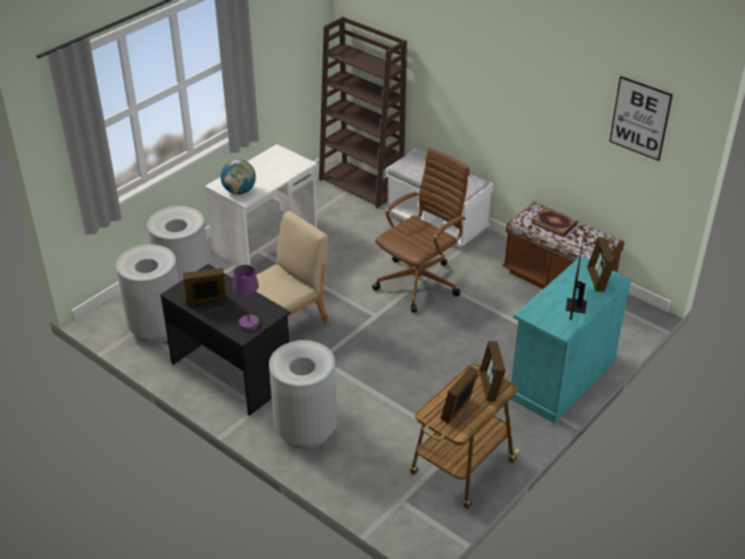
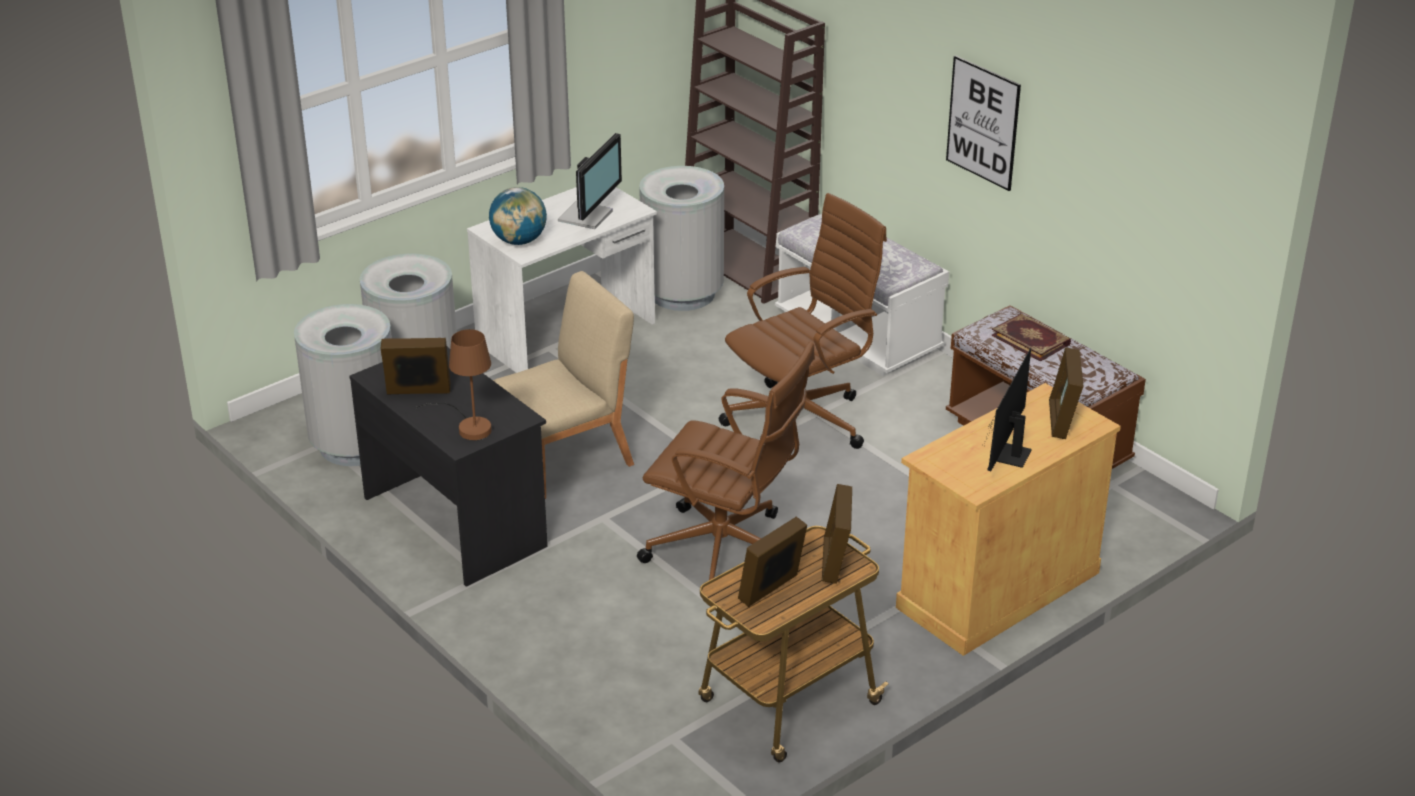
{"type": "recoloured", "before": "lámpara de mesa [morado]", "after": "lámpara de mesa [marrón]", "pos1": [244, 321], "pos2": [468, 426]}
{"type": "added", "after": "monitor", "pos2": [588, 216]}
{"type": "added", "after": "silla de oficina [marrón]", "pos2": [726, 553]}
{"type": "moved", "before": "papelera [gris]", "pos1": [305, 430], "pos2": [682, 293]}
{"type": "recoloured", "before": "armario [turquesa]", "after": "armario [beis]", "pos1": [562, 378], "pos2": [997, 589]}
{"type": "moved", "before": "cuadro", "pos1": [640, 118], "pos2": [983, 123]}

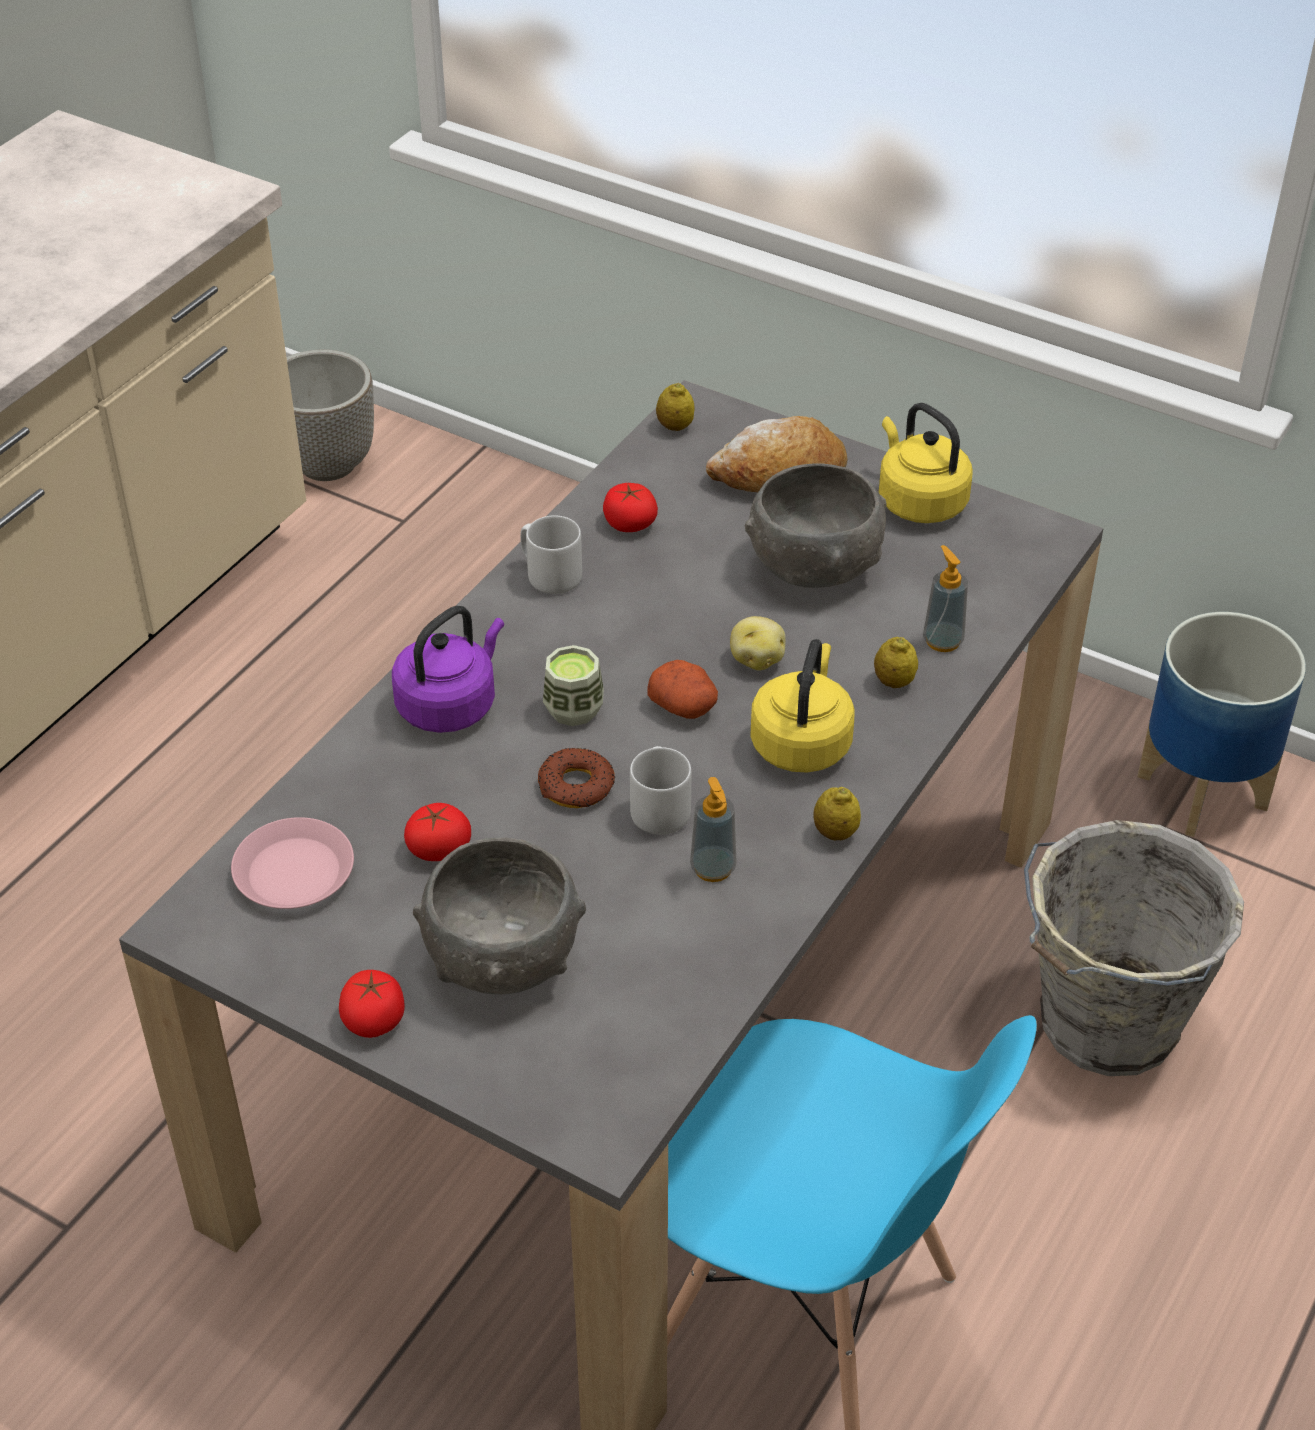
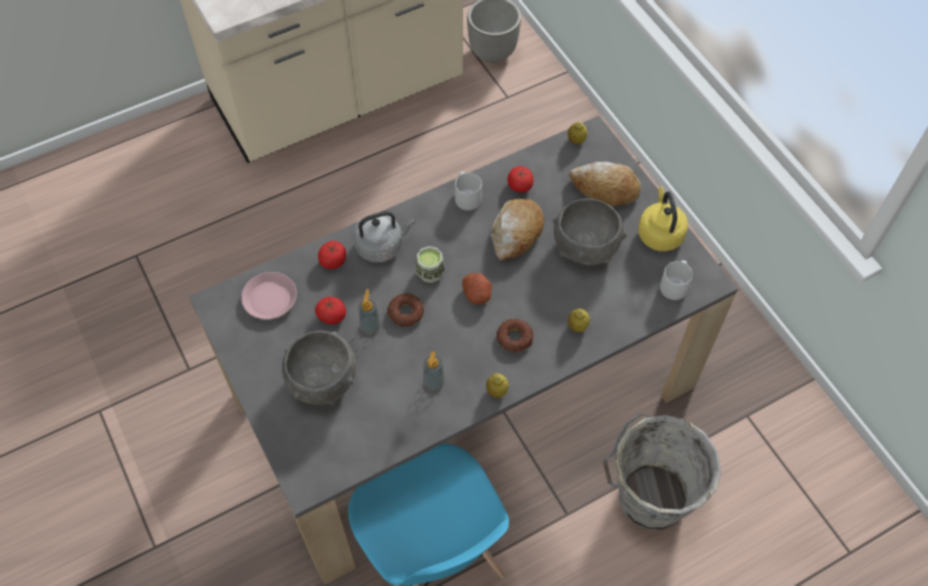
{"type": "moved", "before": "tomate", "pos1": [374, 1019], "pos2": [333, 260]}
{"type": "recoloured", "before": "hervidor [morado]", "after": "hervidor [gris]", "pos1": [450, 704], "pos2": [382, 246]}
{"type": "moved", "before": "dispensador de jabón", "pos1": [942, 640], "pos2": [370, 326]}
{"type": "added", "after": "pan", "pos2": [516, 234]}
{"type": "replaced", "before": "hervidor [amarillo]", "after": "rosquilla", "pos1": [802, 742], "pos2": [515, 338]}
{"type": "moved", "before": "taza grande [gris]", "pos1": [660, 808], "pos2": [674, 285]}
{"type": "removed", "before": "patata", "pos1": [757, 659]}
{"type": "removed", "before": "maceta", "pos1": [1200, 790]}

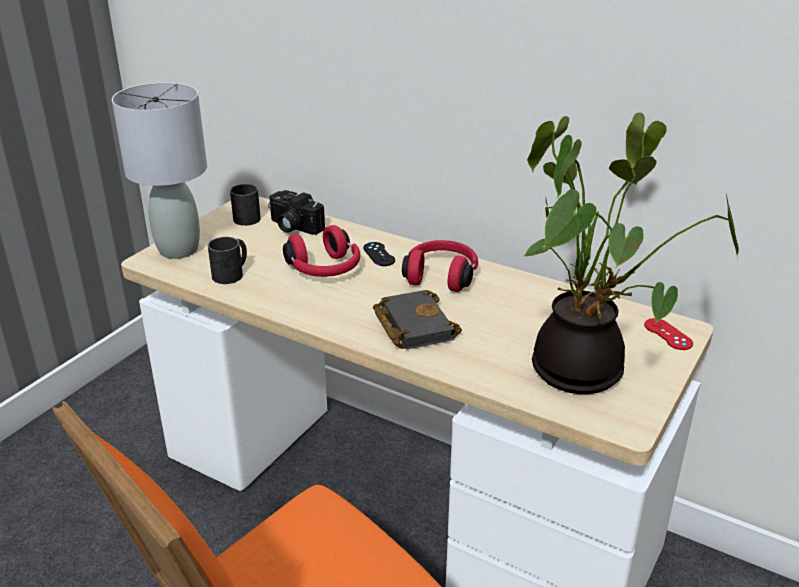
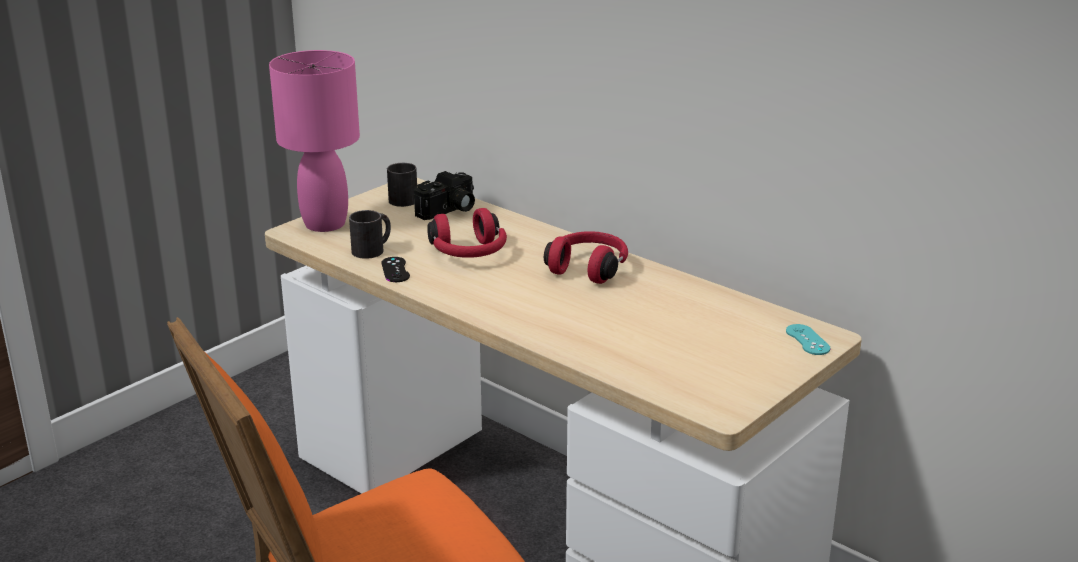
{"type": "recoloured", "before": "lámpara de mesa [gris]", "after": "lámpara de mesa [rosa]", "pos1": [177, 250], "pos2": [324, 224]}
{"type": "moved", "before": "mando de consola [negro]", "pos1": [379, 254], "pos2": [395, 270]}
{"type": "turned", "before": "cámara", "pos1": [292, 226], "pos2": [449, 211], "turn": -90}
{"type": "recoloured", "before": "mando de consola [rojo]", "after": "mando de consola [turquesa]", "pos1": [668, 334], "pos2": [807, 340]}
{"type": "removed", "before": "libro [negro]", "pos1": [412, 325]}
{"type": "removed", "before": "planta en maceta", "pos1": [585, 370]}

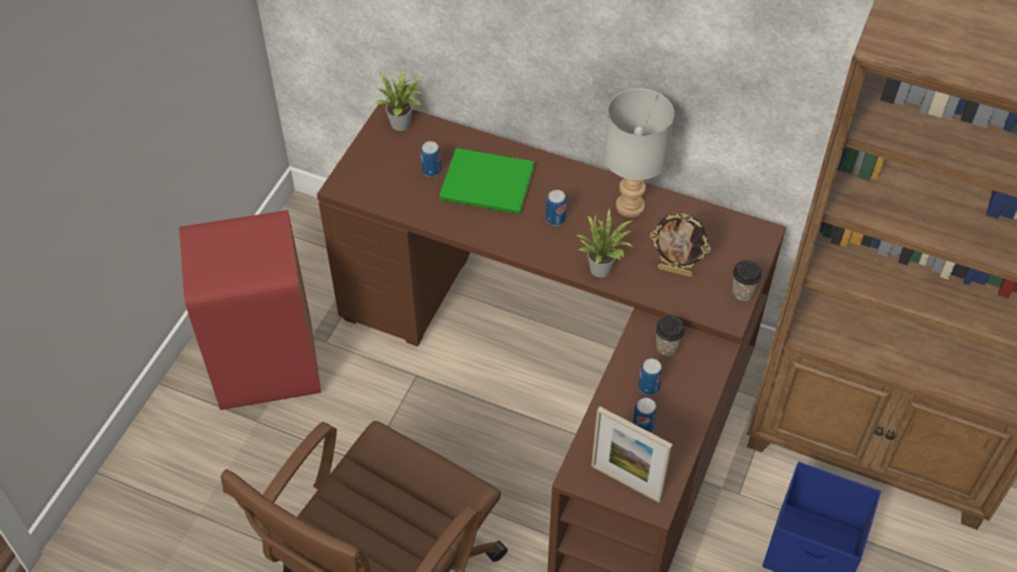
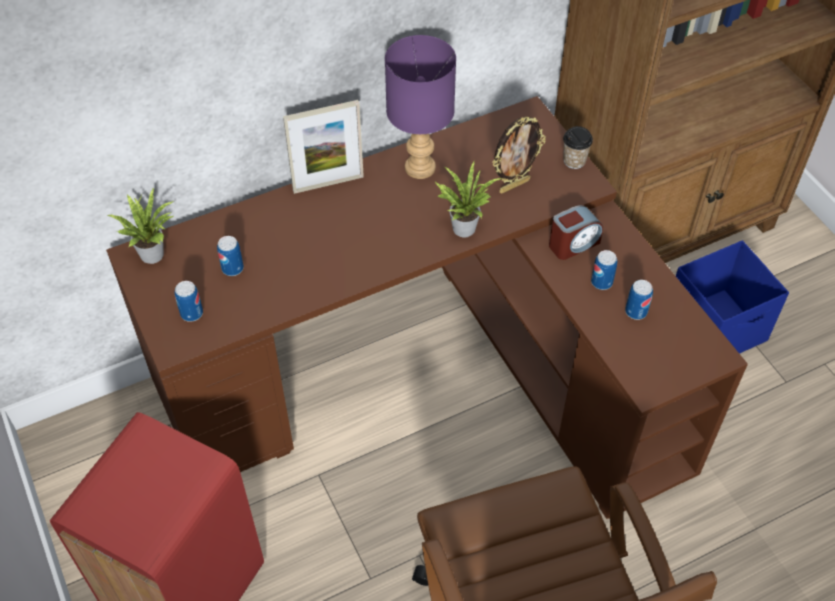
{"type": "moved", "before": "lata", "pos1": [555, 219], "pos2": [192, 313]}
{"type": "moved", "before": "portarretratos", "pos1": [626, 482], "pos2": [328, 183]}
{"type": "recoloured", "before": "lámpara de mesa [gris]", "after": "lámpara de mesa [morado]", "pos1": [629, 205], "pos2": [418, 167]}
{"type": "replaced", "before": "taza", "after": "despertador", "pos1": [667, 346], "pos2": [573, 244]}
{"type": "removed", "before": "libro [verde]", "pos1": [489, 186]}

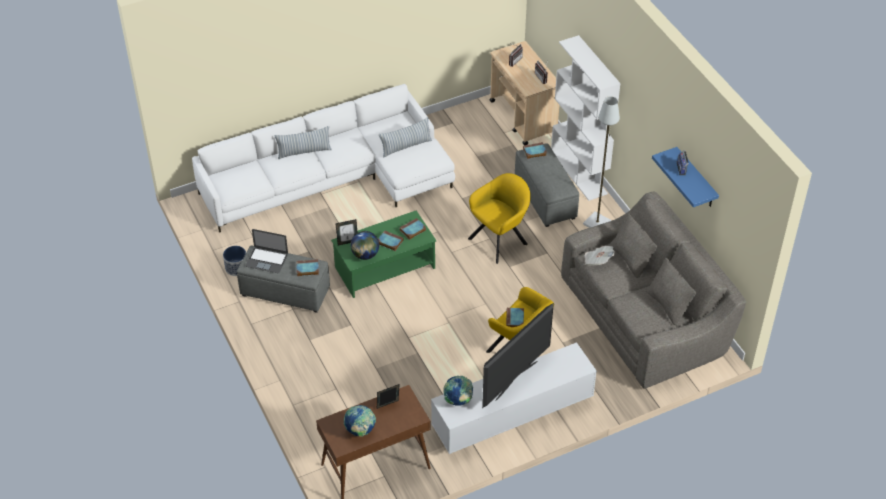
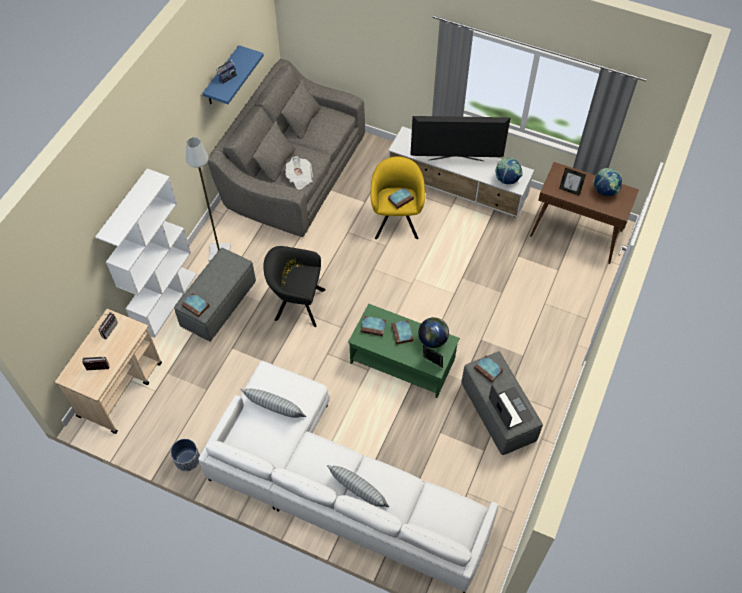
{"type": "moved", "before": "maceta", "pos1": [236, 267], "pos2": [187, 460]}
{"type": "recoloured", "before": "sillón [amarillo]", "after": "sillón [negro]", "pos1": [500, 240], "pos2": [296, 304]}

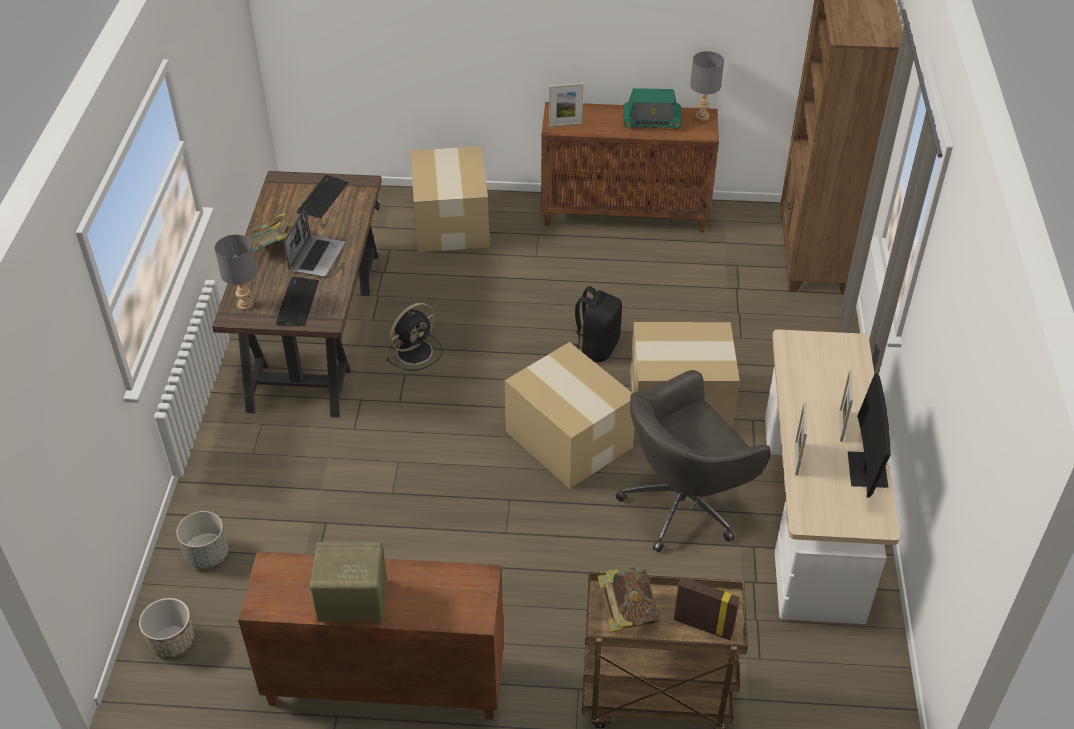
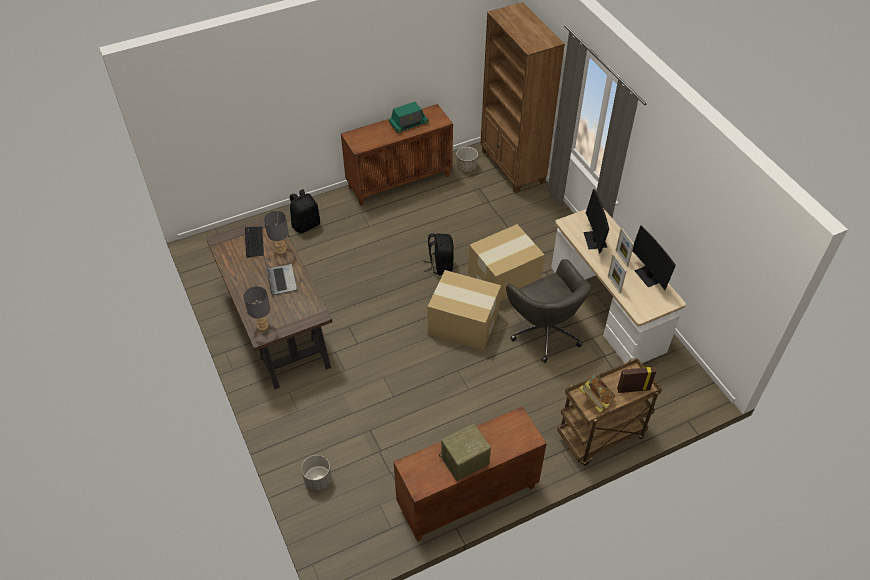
{"type": "moved", "before": "lámpara de mesa [gris]", "pos1": [701, 117], "pos2": [281, 251]}
{"type": "replaced", "before": "caja de cartón", "after": "mochila [negro]", "pos1": [451, 222], "pos2": [306, 224]}
{"type": "moved", "before": "maceta", "pos1": [172, 641], "pos2": [466, 167]}
{"type": "turned", "before": "silla de oficina [gris]", "pos1": [684, 504], "pos2": [544, 331], "turn": -60}
{"type": "added", "after": "monitor", "pos2": [595, 240]}
{"type": "removed", "before": "libro", "pos1": [272, 247]}
{"type": "removed", "before": "teclado", "pos1": [297, 302]}
{"type": "removed", "before": "ventilador [negro]", "pos1": [416, 351]}
{"type": "removed", "before": "portarretratos", "pos1": [565, 124]}

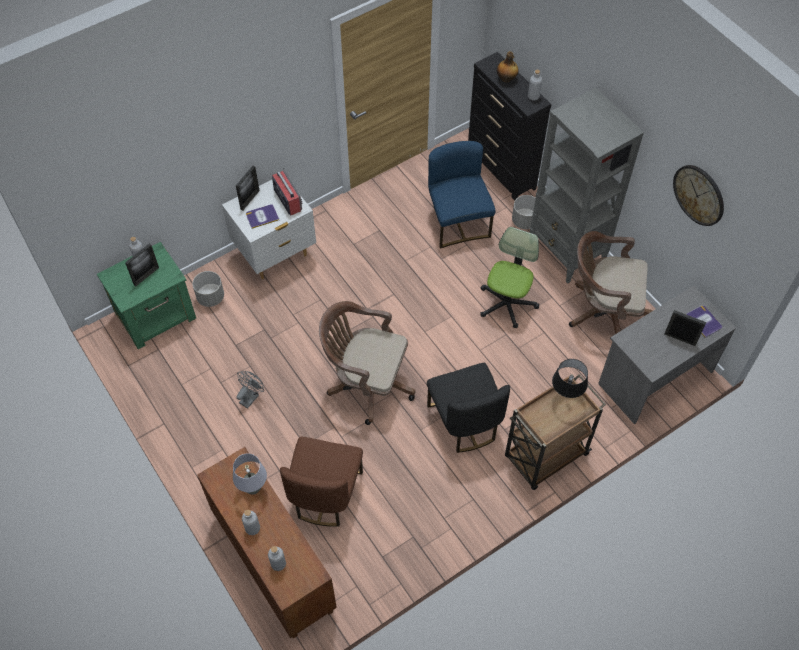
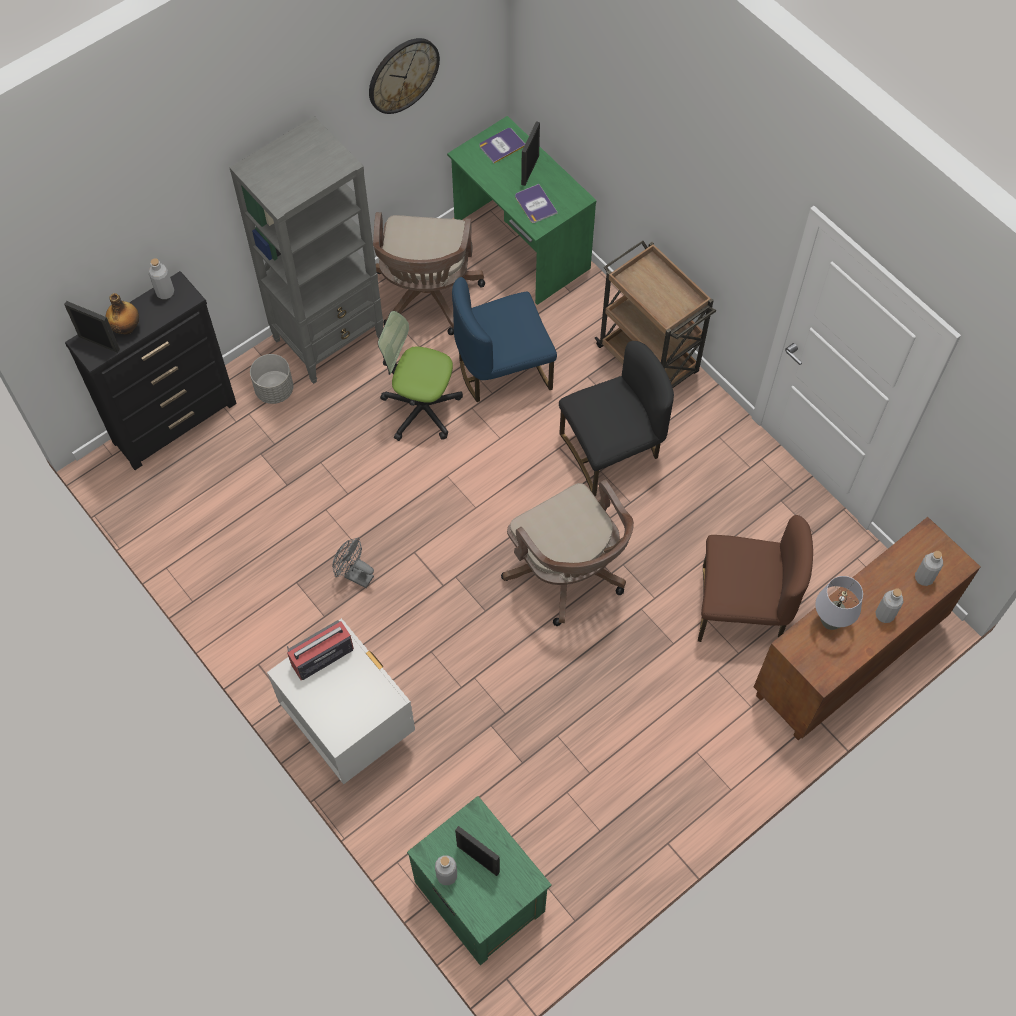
{"type": "moved", "before": "portarretratos", "pos1": [250, 200], "pos2": [99, 343]}
{"type": "moved", "before": "ventilador [gris]", "pos1": [251, 396], "pos2": [354, 575]}
{"type": "recoloured", "before": "escritorio [gris]", "after": "escritorio [verde]", "pos1": [654, 377], "pos2": [520, 246]}
{"type": "moved", "before": "silla [azul]", "pos1": [458, 222], "pos2": [503, 370]}
{"type": "turned", "before": "silla de oficina [marrón]", "pos1": [366, 383], "pos2": [568, 574], "turn": -45}
{"type": "moved", "before": "libro", "pos1": [262, 216], "pos2": [535, 204]}
{"type": "removed", "before": "maceta [gris]", "pos1": [211, 297]}
{"type": "removed", "before": "lámpara de mesa [negro]", "pos1": [565, 397]}

